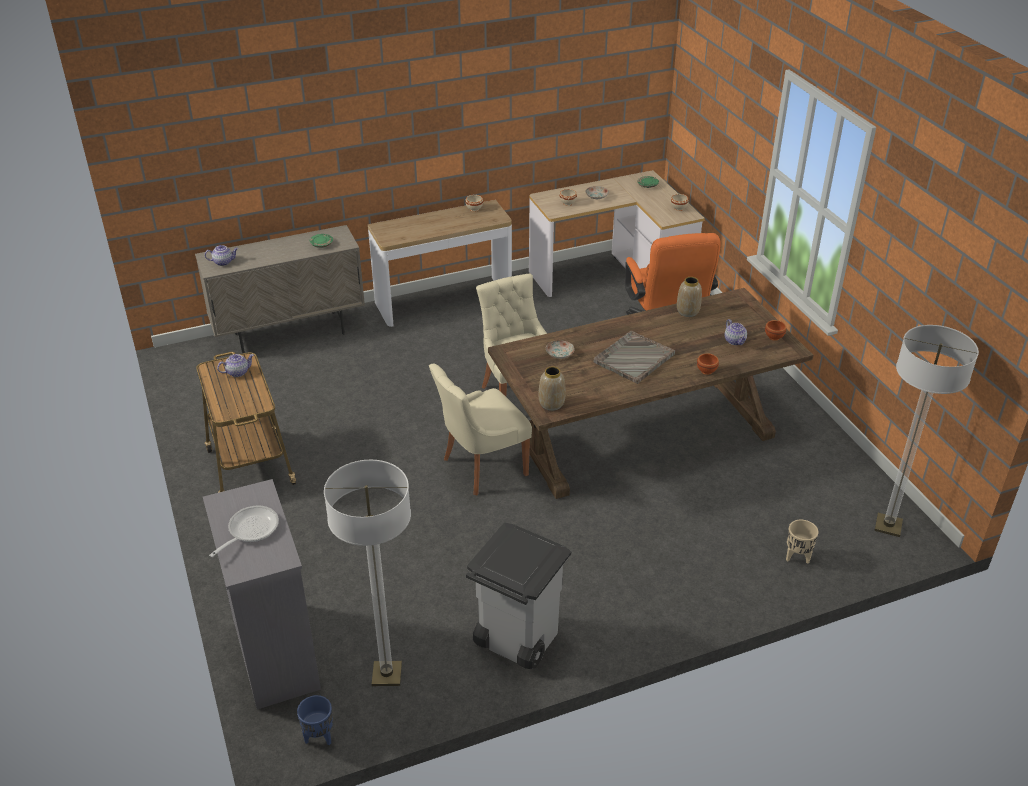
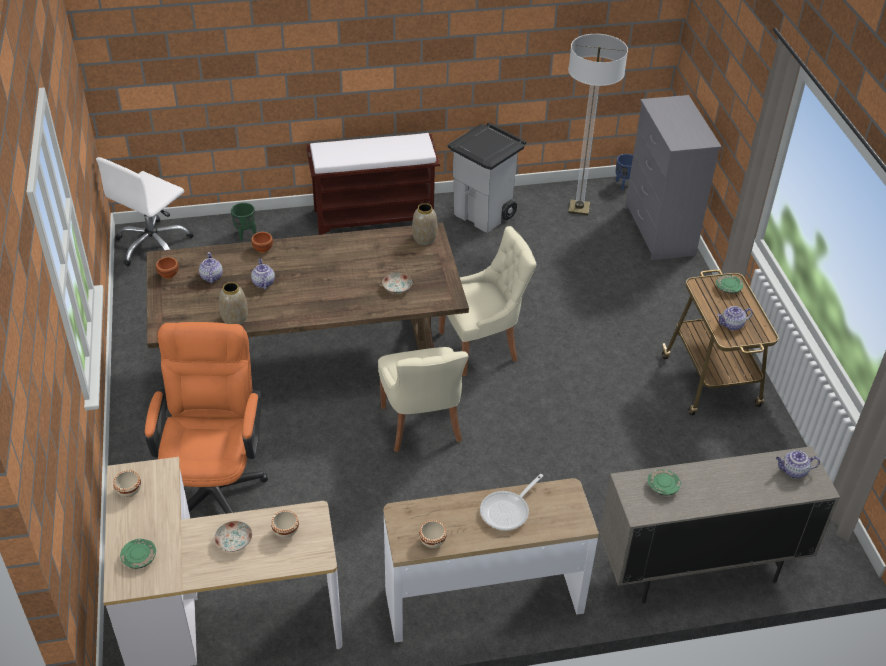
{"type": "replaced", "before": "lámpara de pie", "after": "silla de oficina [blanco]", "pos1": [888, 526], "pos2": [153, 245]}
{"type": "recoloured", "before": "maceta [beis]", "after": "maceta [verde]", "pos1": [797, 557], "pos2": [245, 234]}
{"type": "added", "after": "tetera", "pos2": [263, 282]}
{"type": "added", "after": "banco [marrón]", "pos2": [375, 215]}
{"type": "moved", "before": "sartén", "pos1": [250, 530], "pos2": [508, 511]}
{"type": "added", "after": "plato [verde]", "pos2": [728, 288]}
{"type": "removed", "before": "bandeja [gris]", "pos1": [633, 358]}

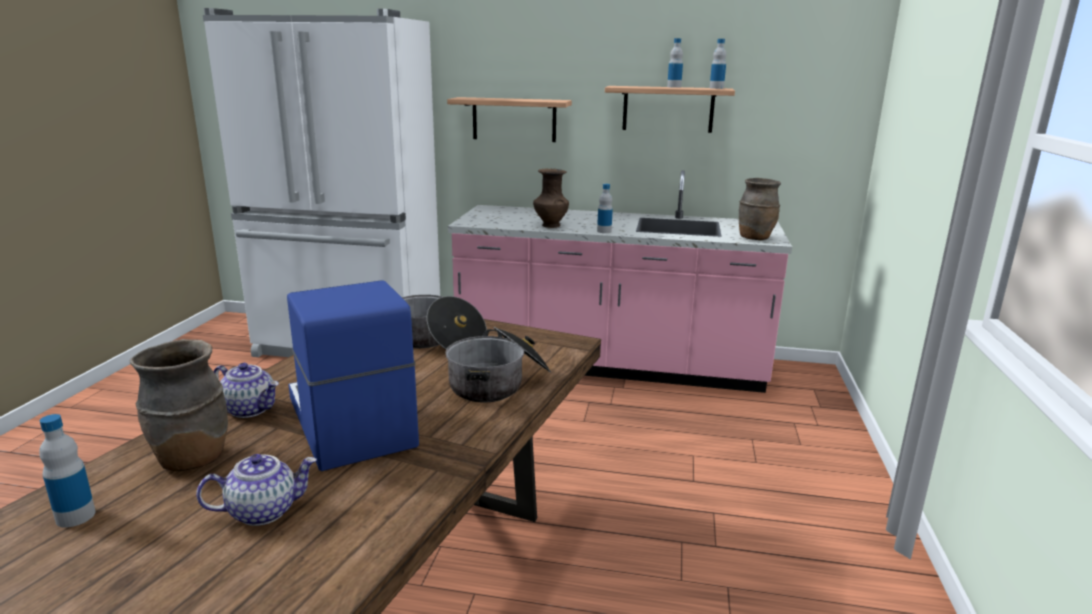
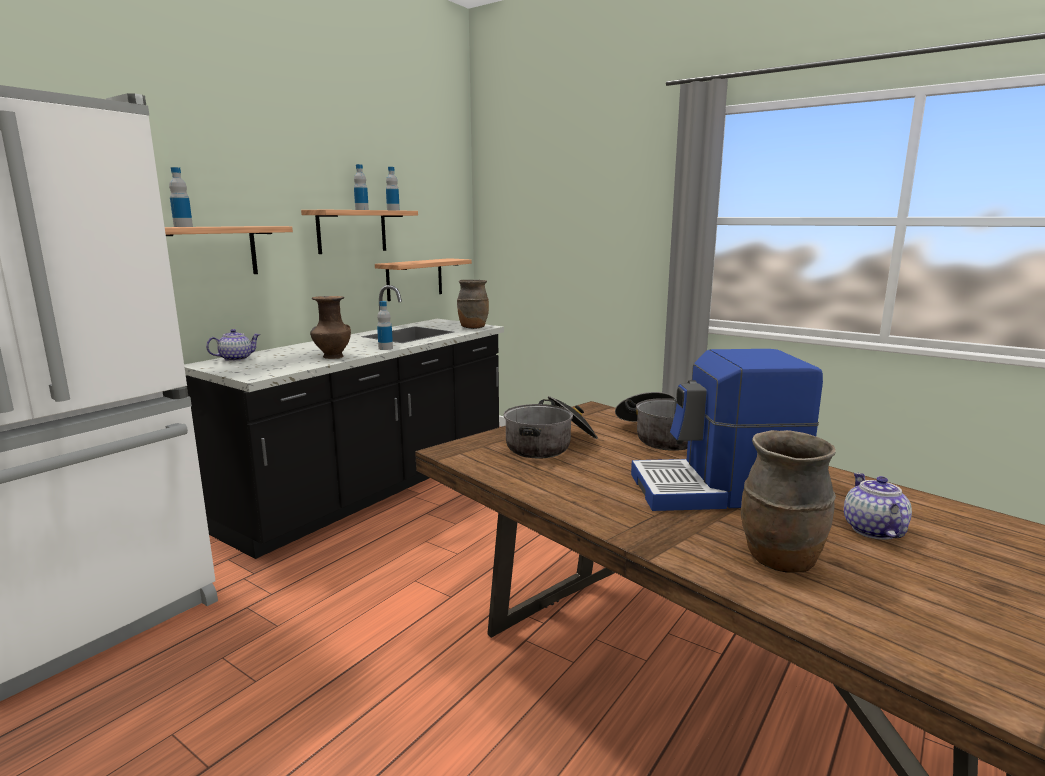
{"type": "moved", "before": "botella", "pos1": [75, 516], "pos2": [183, 226]}
{"type": "recoloured", "before": "mueble bajo de cocina [rosa]", "after": "mueble bajo de cocina [negro]", "pos1": [610, 366], "pos2": [375, 487]}
{"type": "moved", "before": "tetera", "pos1": [250, 409], "pos2": [236, 359]}
{"type": "added", "after": "estante", "pos2": [414, 279]}

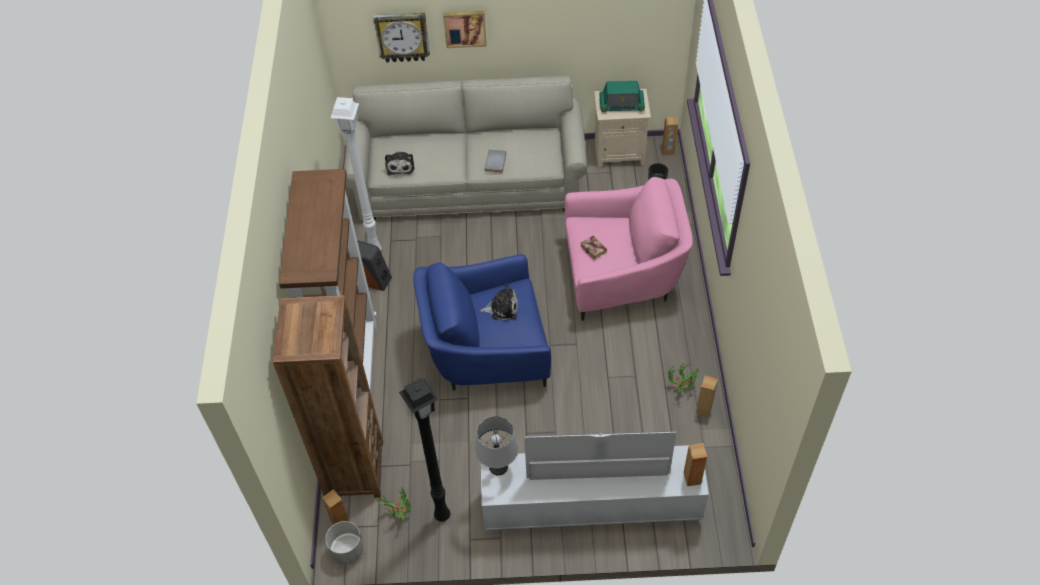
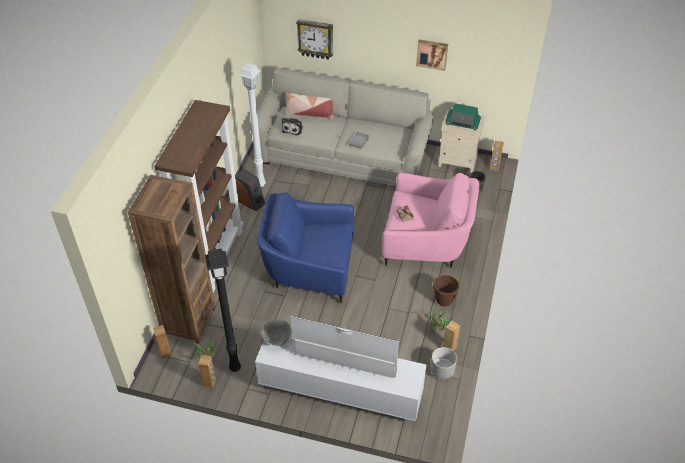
{"type": "moved", "before": "altavoz [marrón]", "pos1": [692, 478], "pos2": [209, 382]}
{"type": "replaced", "before": "lámpara de mesa [gris]", "after": "cuenco [gris]", "pos1": [498, 467], "pos2": [277, 340]}
{"type": "added", "after": "cojín", "pos2": [310, 113]}
{"type": "moved", "before": "cuadro", "pos1": [465, 28], "pos2": [432, 54]}
{"type": "moved", "before": "maceta [gris]", "pos1": [347, 550], "pos2": [442, 370]}
{"type": "added", "after": "maceta [marrón]", "pos2": [443, 300]}
{"type": "removed", "before": "peluche", "pos1": [502, 308]}

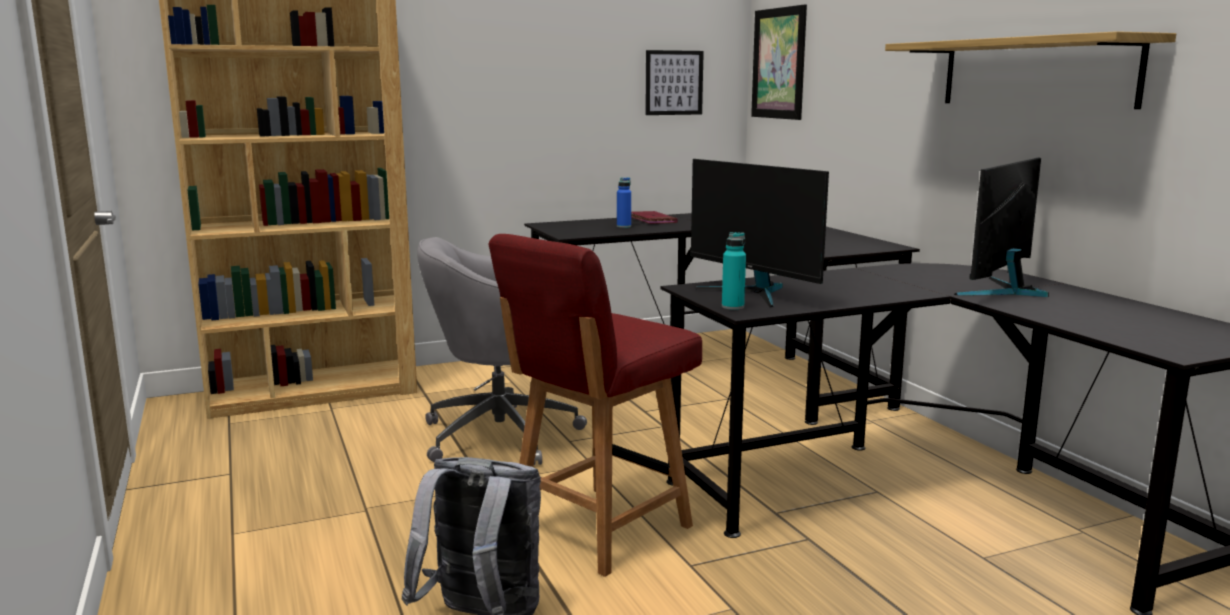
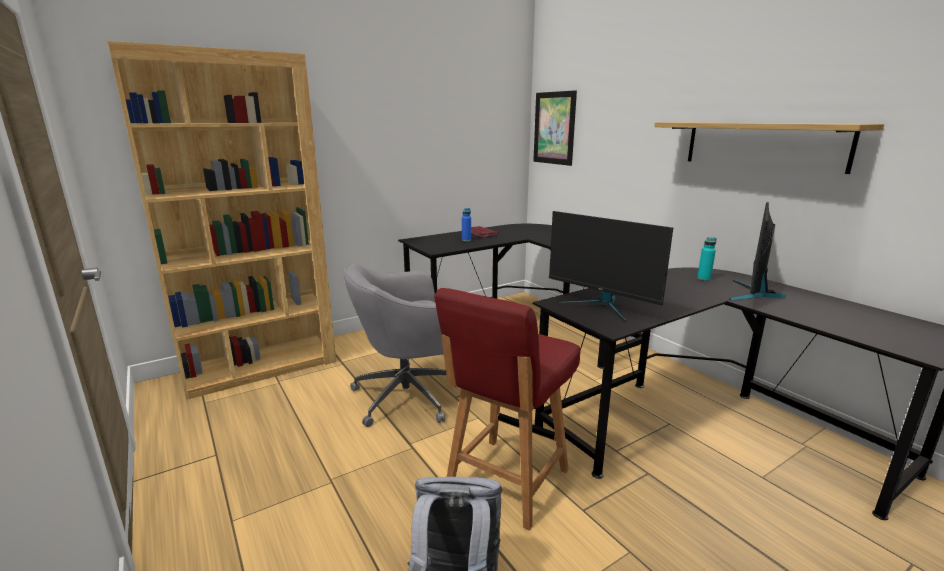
{"type": "moved", "before": "botella [turquesa]", "pos1": [732, 307], "pos2": [703, 278]}
{"type": "removed", "before": "cuadro", "pos1": [674, 82]}

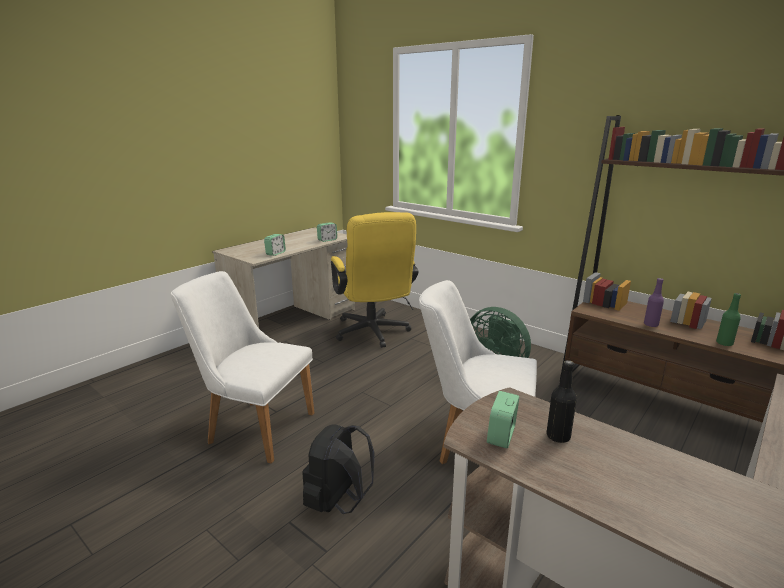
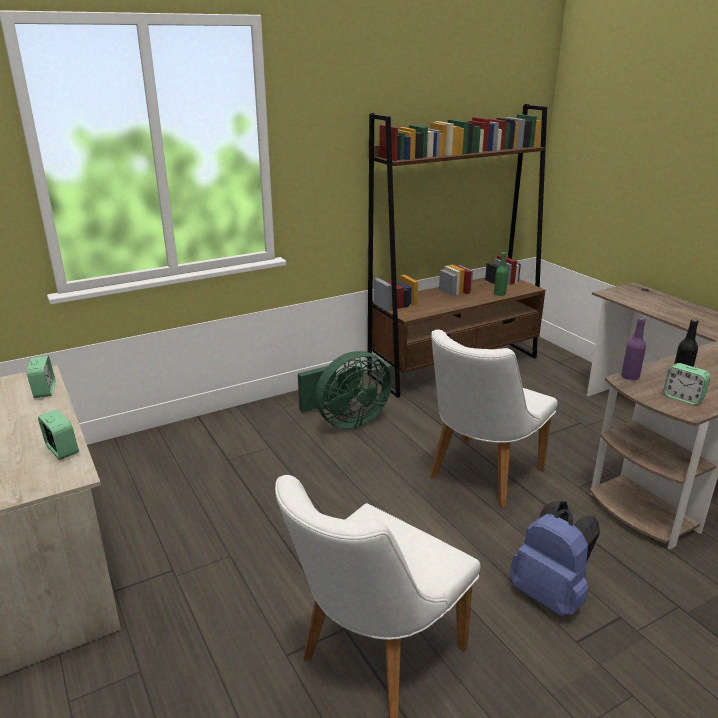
{"type": "recoloured", "before": "mochila [negro]", "after": "mochila [azul]", "pos1": [338, 502], "pos2": [550, 595]}
{"type": "moved", "before": "botella [morado]", "pos1": [651, 324], "pos2": [630, 376]}
{"type": "removed", "before": "silla de oficina [amarillo]", "pos1": [373, 334]}

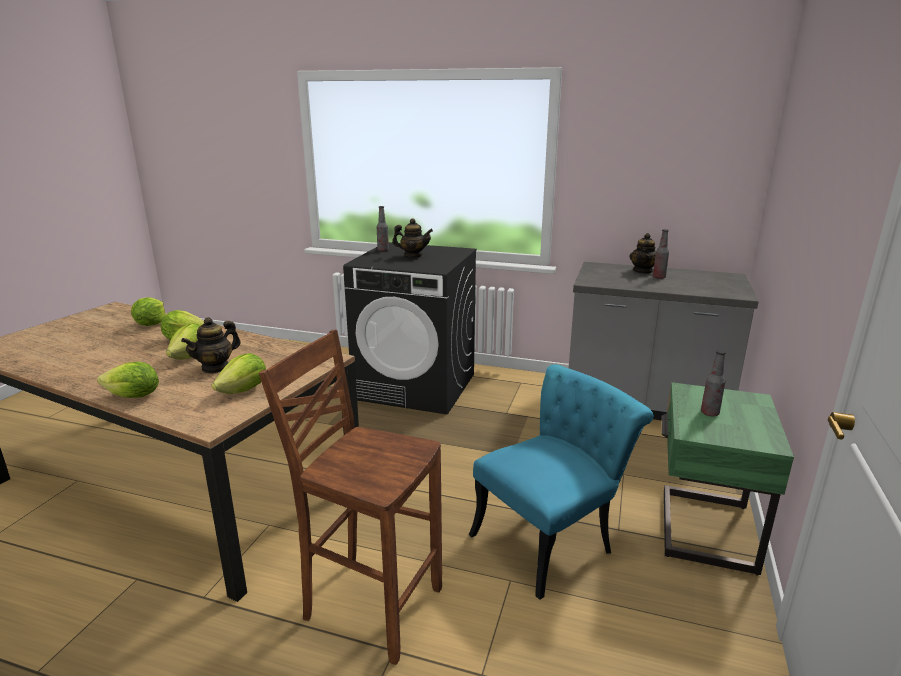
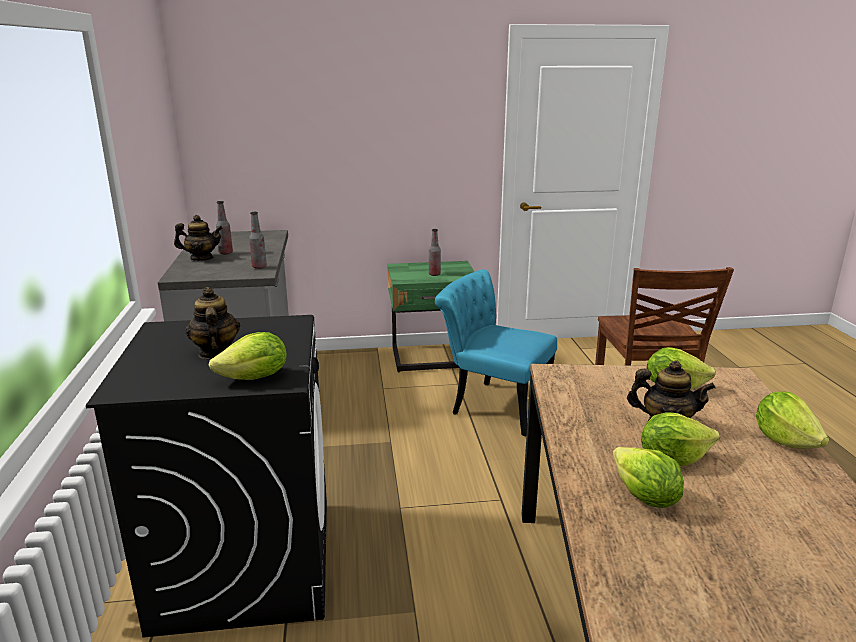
{"type": "moved", "before": "lechuga", "pos1": [151, 324], "pos2": [255, 378]}
{"type": "moved", "before": "botella", "pos1": [383, 250], "pos2": [259, 267]}

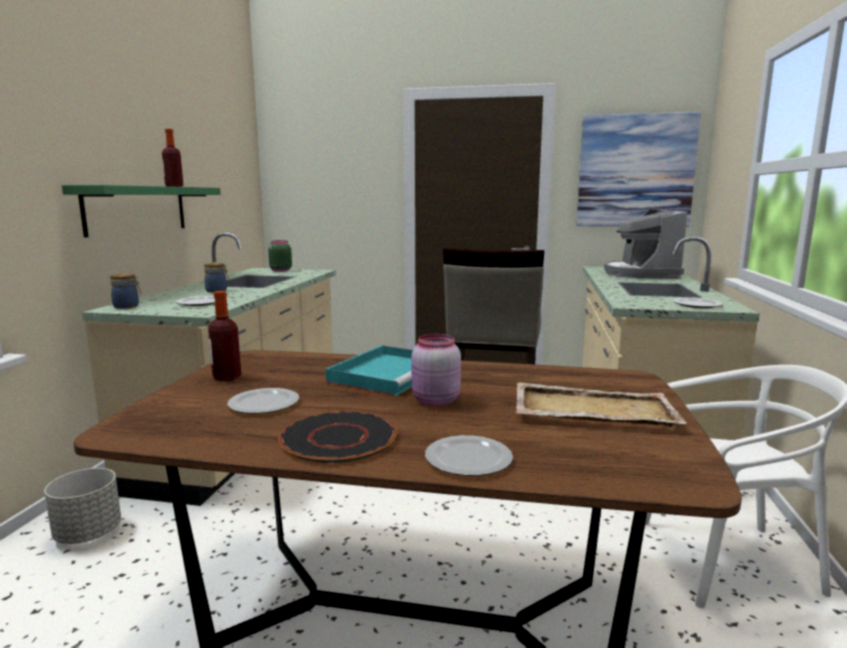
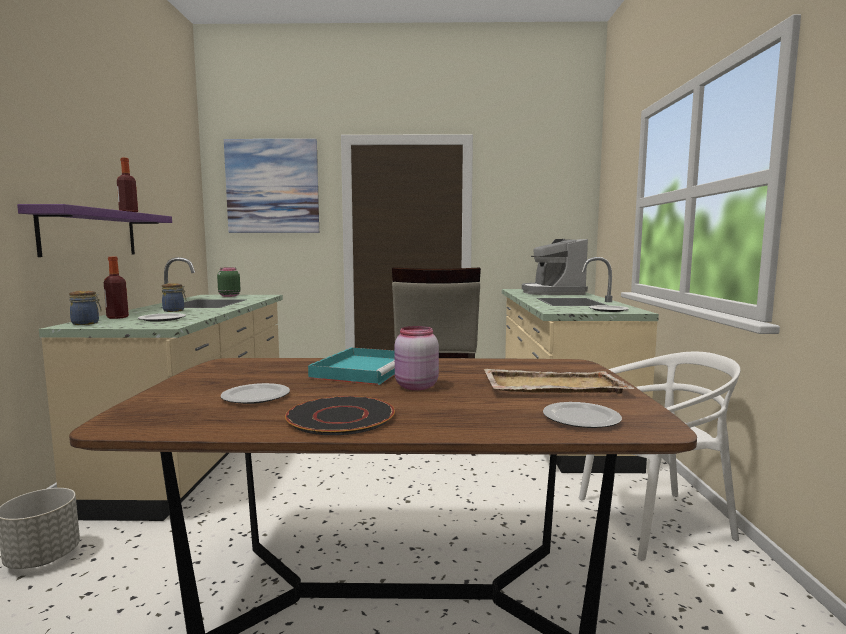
{"type": "recoloured", "before": "estante [verde]", "after": "estante [morado]", "pos1": [137, 209], "pos2": [90, 233]}
{"type": "moved", "before": "botella", "pos1": [226, 377], "pos2": [117, 317]}
{"type": "moved", "before": "cuadro", "pos1": [635, 171], "pos2": [272, 186]}
{"type": "moved", "before": "plato", "pos1": [469, 458], "pos2": [581, 418]}

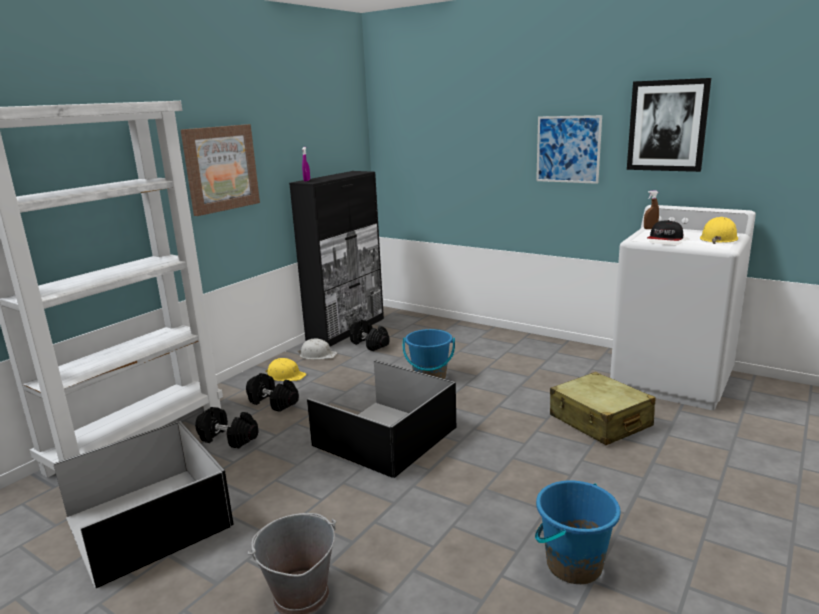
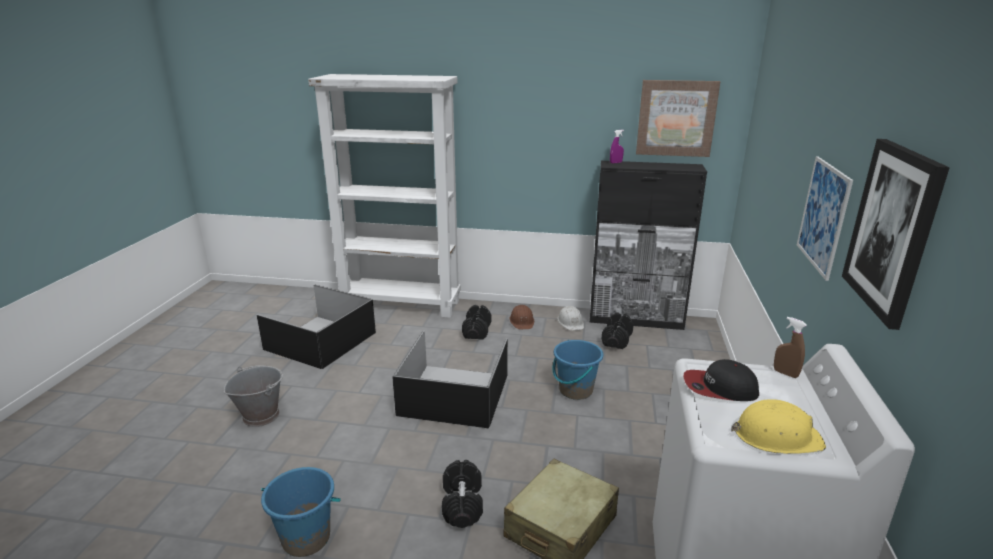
{"type": "moved", "before": "mancuerna [negro]", "pos1": [229, 438], "pos2": [462, 504]}
{"type": "recoloured", "before": "casco [amarillo]", "after": "casco [marrón]", "pos1": [285, 376], "pos2": [522, 321]}
{"type": "moved", "before": "cuadro", "pos1": [220, 168], "pos2": [676, 118]}

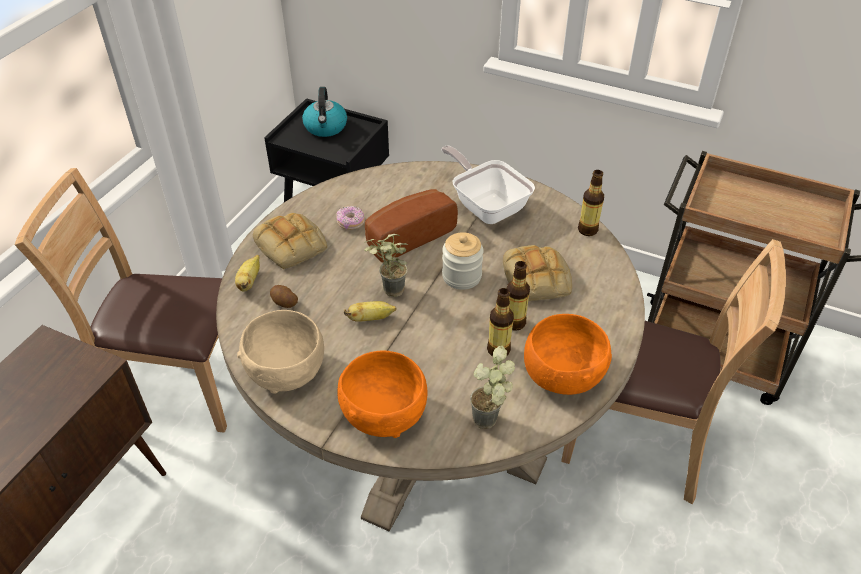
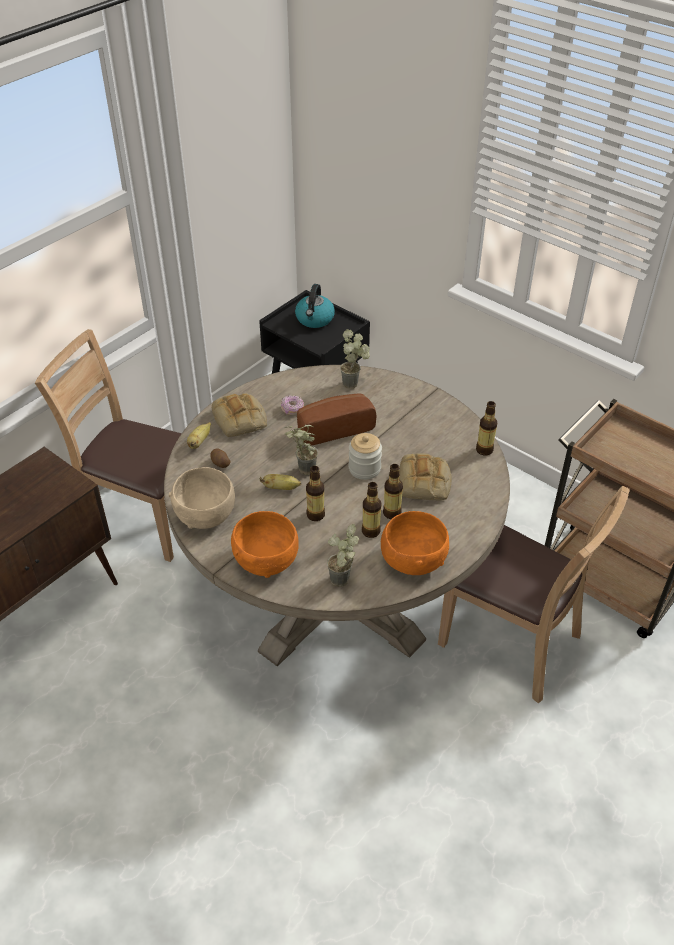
{"type": "added", "after": "botella", "pos2": [315, 515]}
{"type": "added", "after": "planta en maceta", "pos2": [355, 384]}
{"type": "removed", "before": "sartén", "pos1": [486, 206]}

